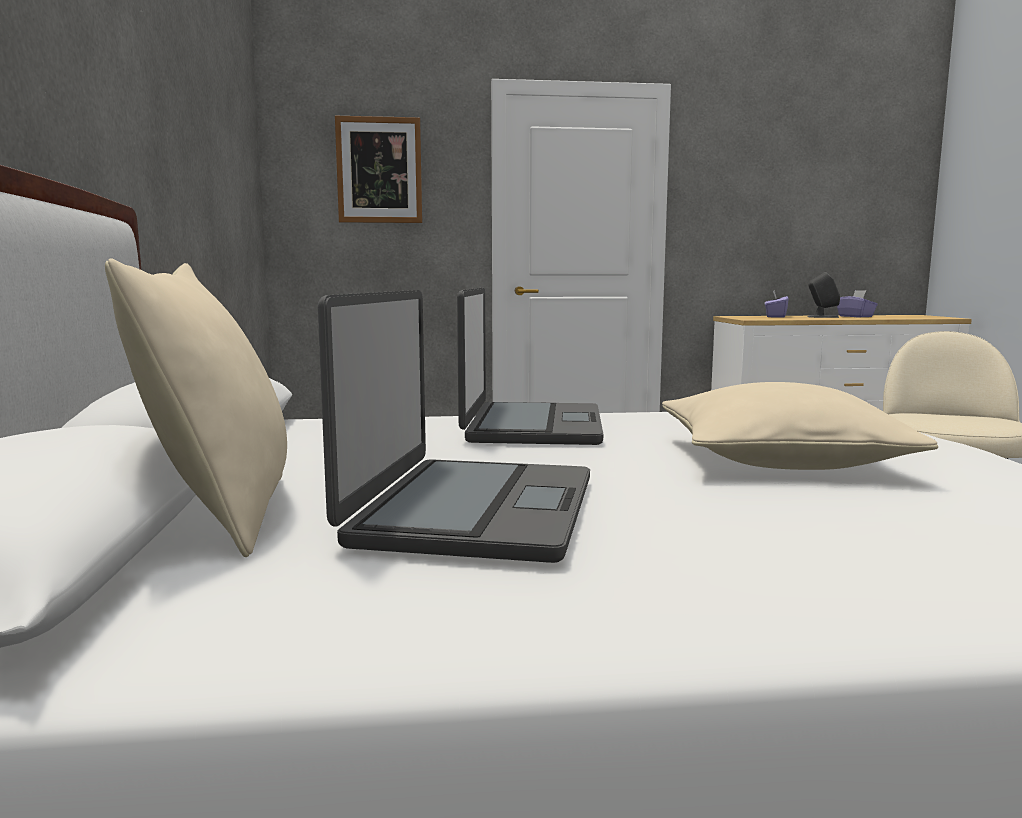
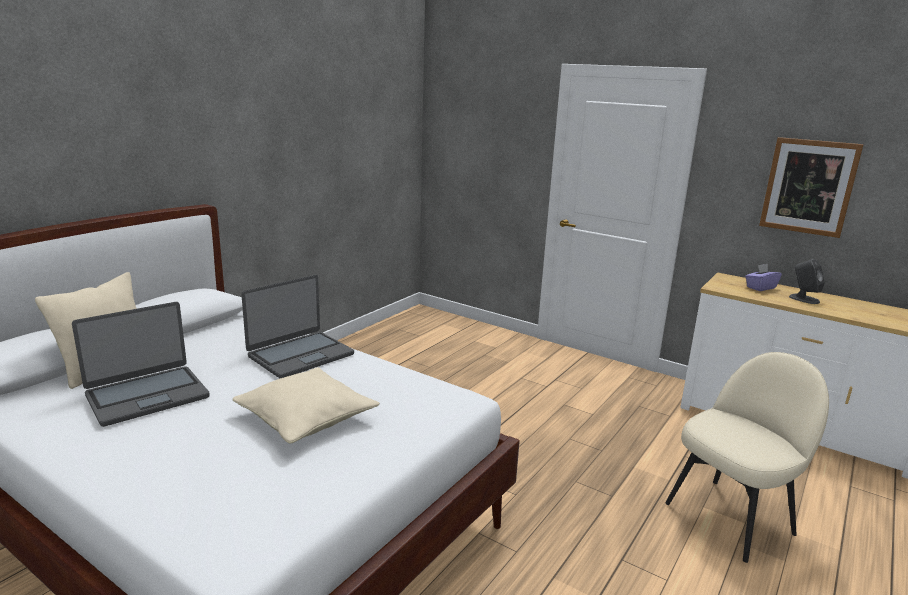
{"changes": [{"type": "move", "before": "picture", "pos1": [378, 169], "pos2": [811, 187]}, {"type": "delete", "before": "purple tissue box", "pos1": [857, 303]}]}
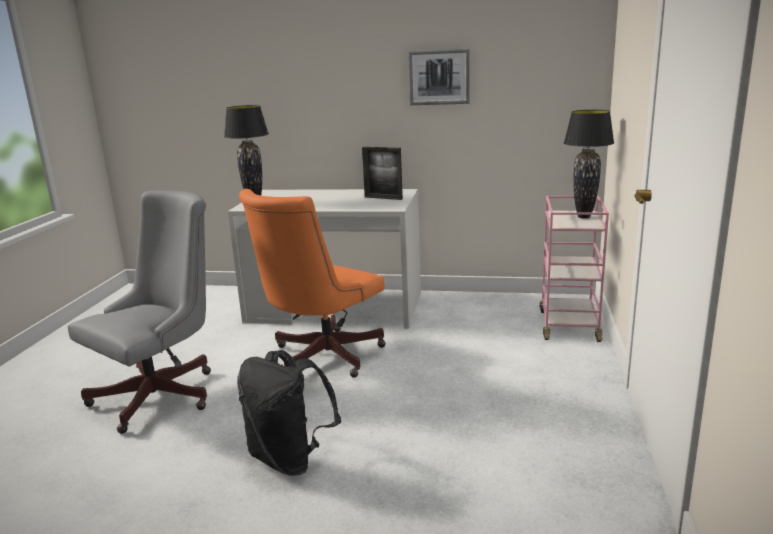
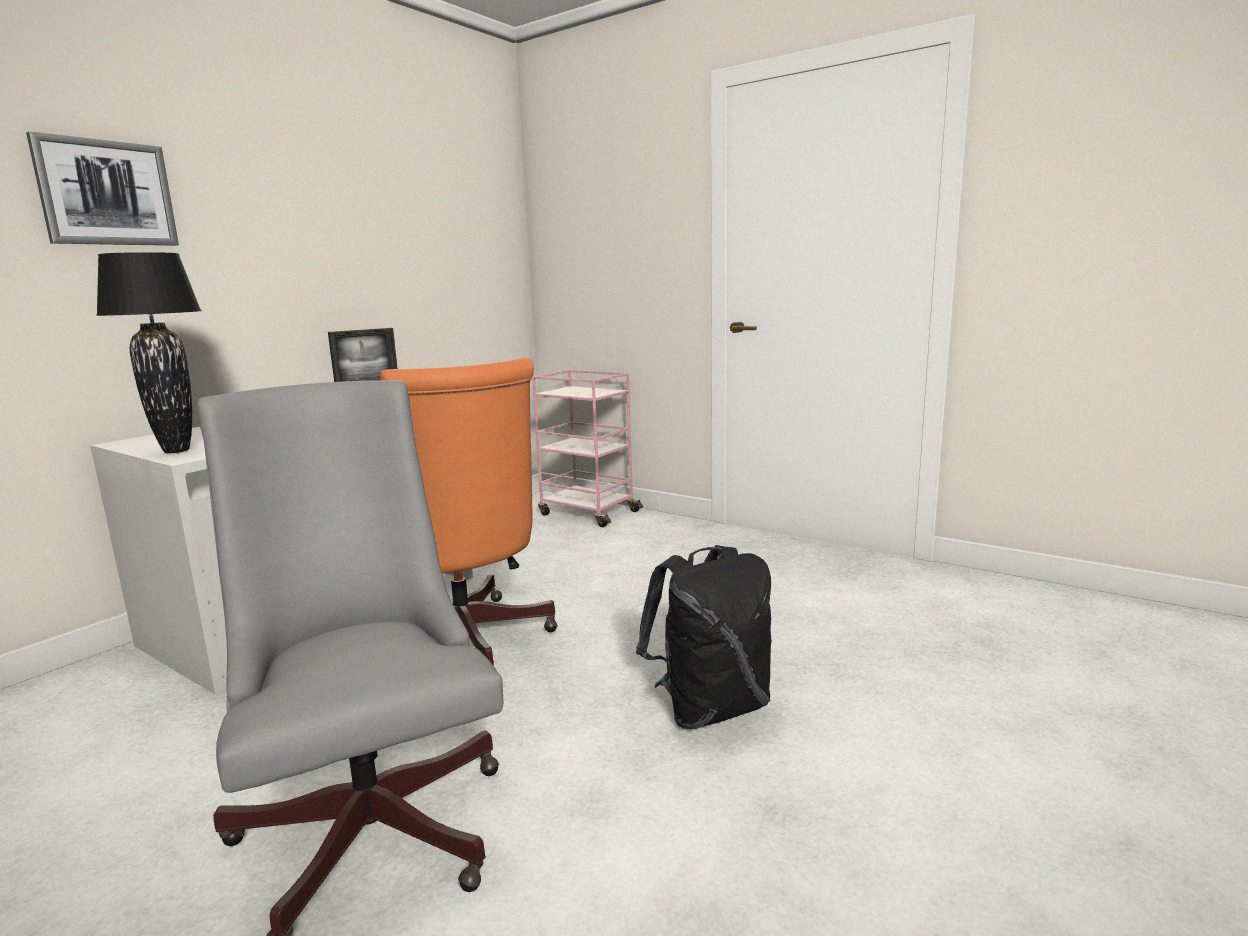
{"changes": [{"type": "move", "before": "picture", "pos1": [439, 77], "pos2": [102, 188]}, {"type": "delete", "before": "black table lamp", "pos1": [589, 164]}]}
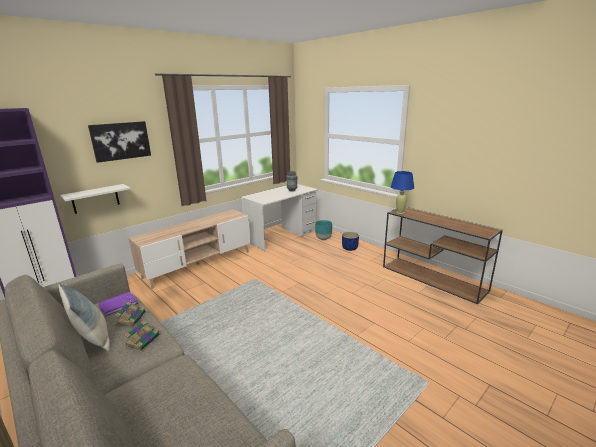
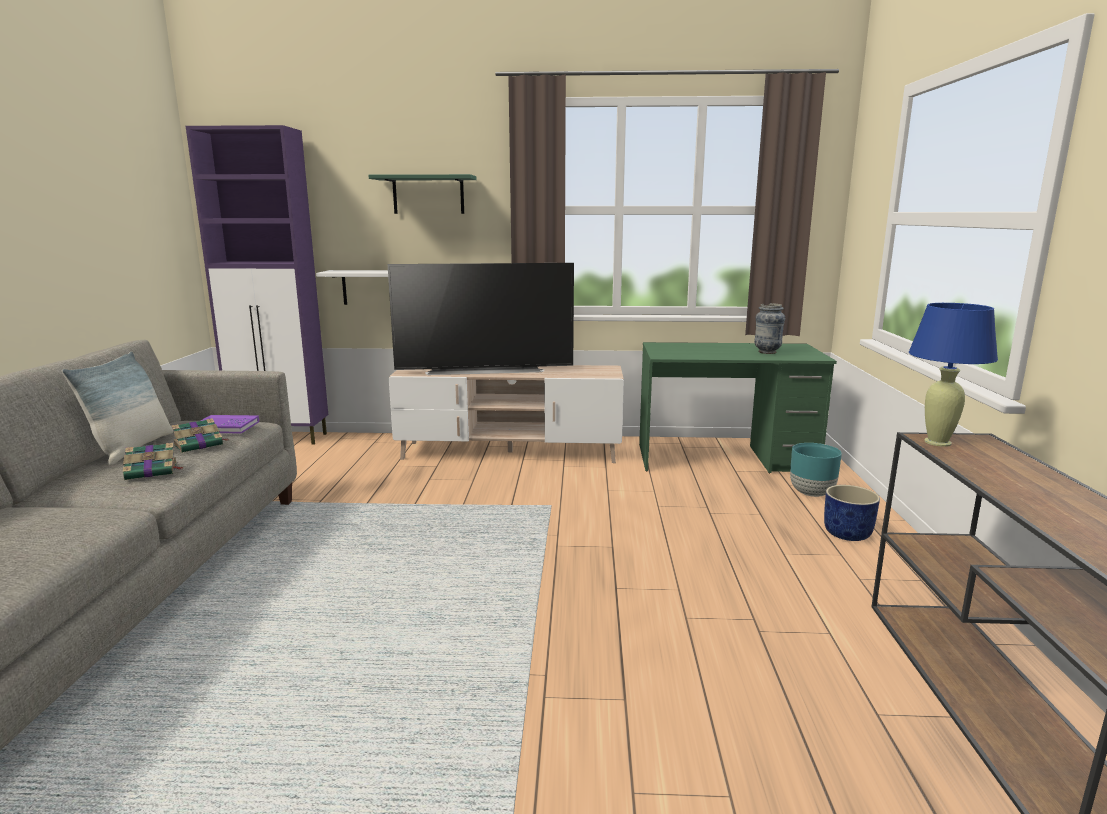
{"changes": [{"type": "replace", "before": "picture", "after": "green shelf", "pos1": [119, 142], "pos2": [422, 194]}, {"type": "recolor", "before": "white desk", "after": "green desk", "pos1": [279, 217], "pos2": [738, 407]}, {"type": "insert", "after": "television", "pos2": [480, 319]}]}
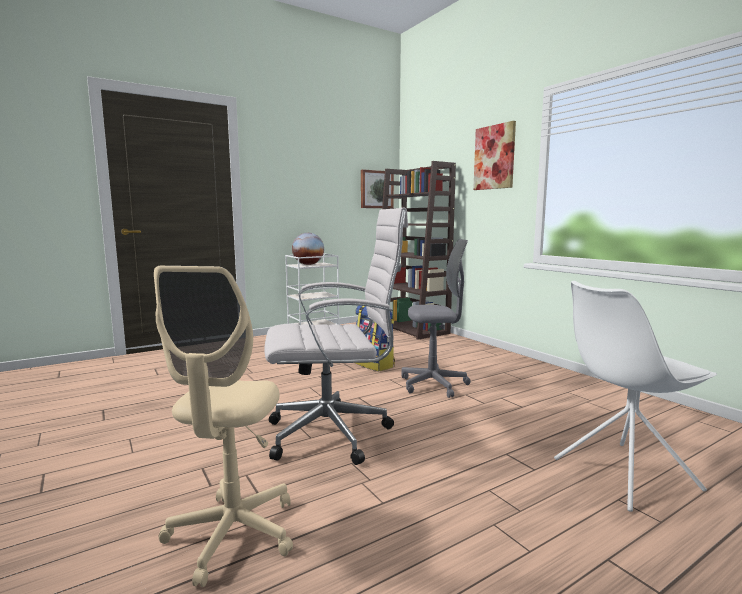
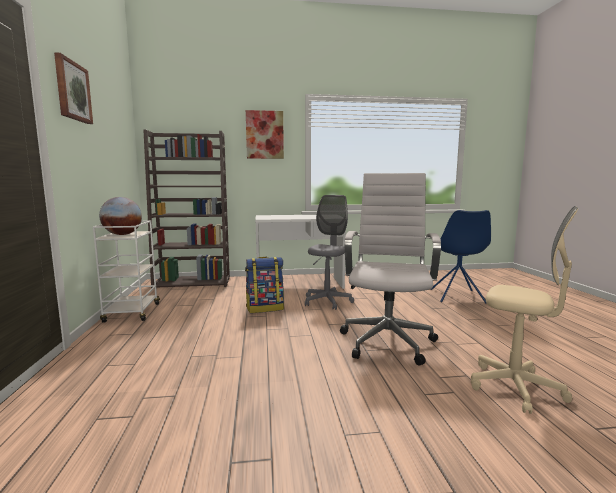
{"changes": [{"type": "move", "before": "picture", "pos1": [377, 188], "pos2": [73, 88]}, {"type": "recolor", "before": "white chair", "after": "blue chair", "pos1": [635, 396], "pos2": [461, 256]}, {"type": "insert", "after": "white desk", "pos2": [300, 252]}]}
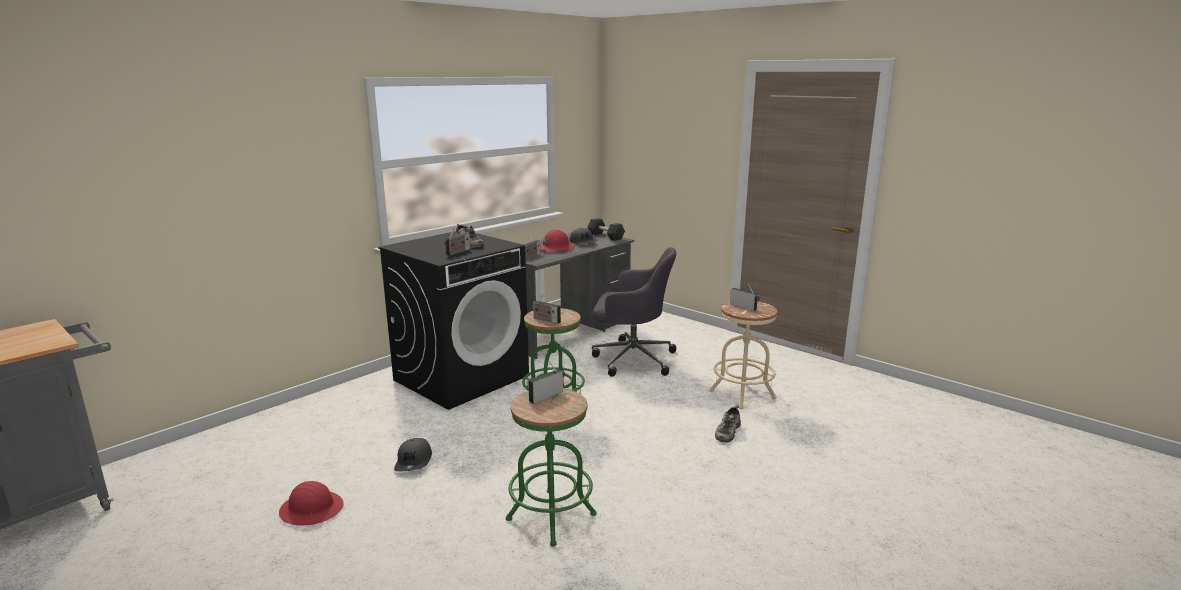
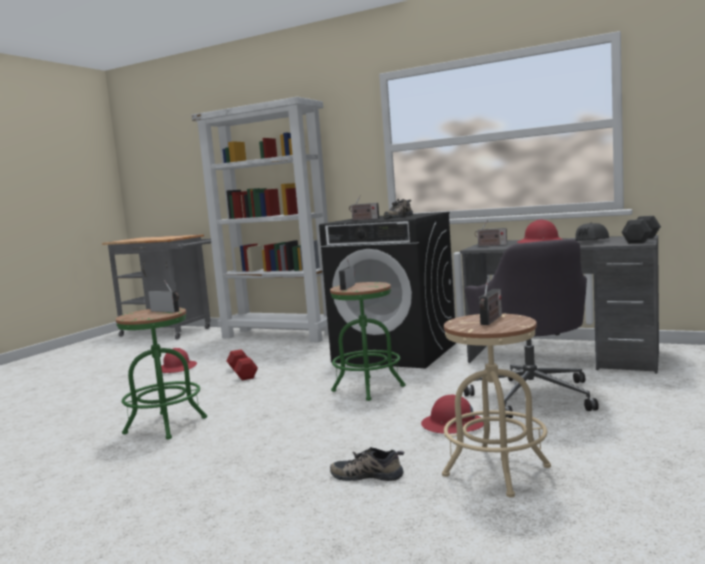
{"changes": [{"type": "replace", "before": "grey cap", "after": "red dumbbell", "pos1": [413, 455], "pos2": [242, 364]}, {"type": "insert", "after": "white bookcase", "pos2": [260, 220]}, {"type": "insert", "after": "red hard hat", "pos2": [452, 414]}]}
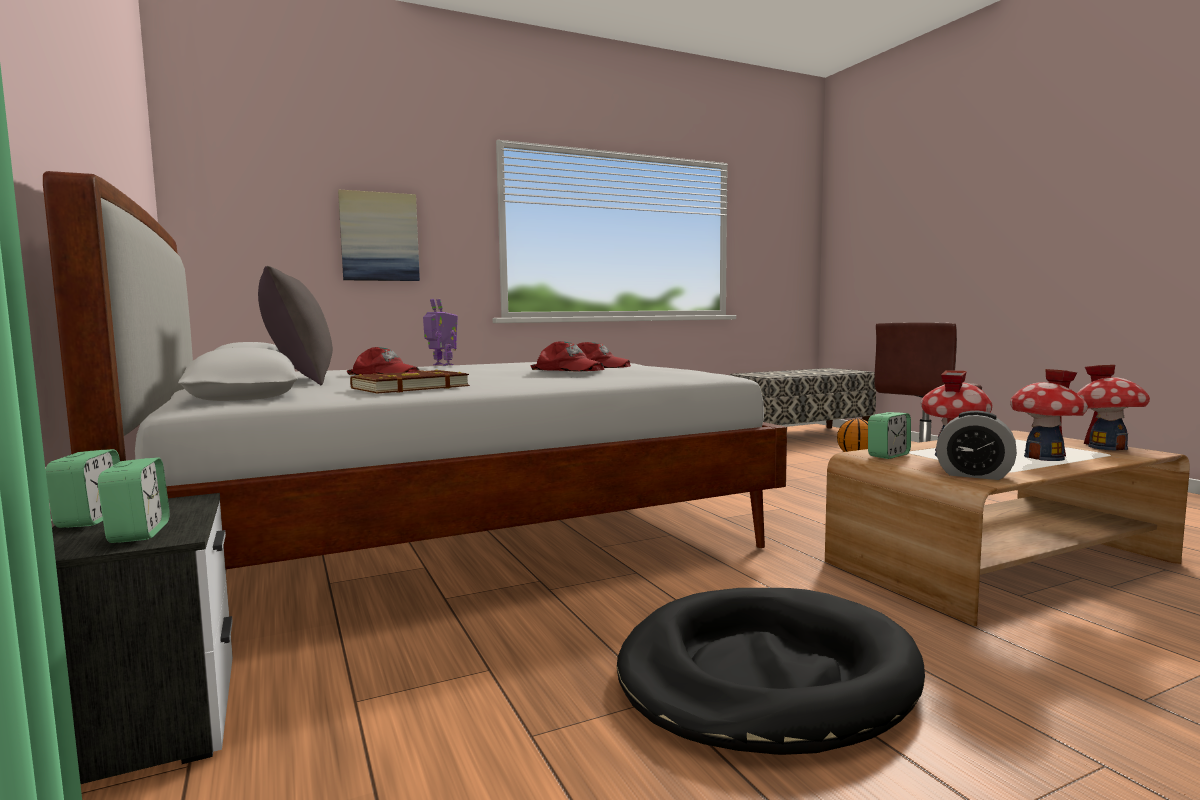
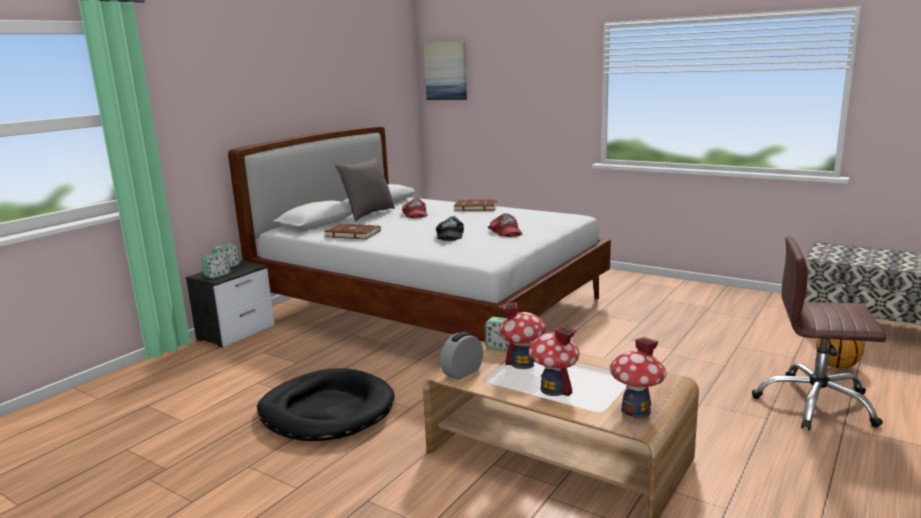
{"changes": [{"type": "move", "before": "picture", "pos1": [379, 235], "pos2": [445, 70]}, {"type": "replace", "before": "toy robot", "after": "brown book", "pos1": [440, 332], "pos2": [475, 205]}, {"type": "recolor", "before": "red cap", "after": "black cap", "pos1": [567, 356], "pos2": [450, 228]}, {"type": "rotate", "before": "alarm clock", "pos1": [976, 445], "pos2": [461, 356], "turn": 45}]}
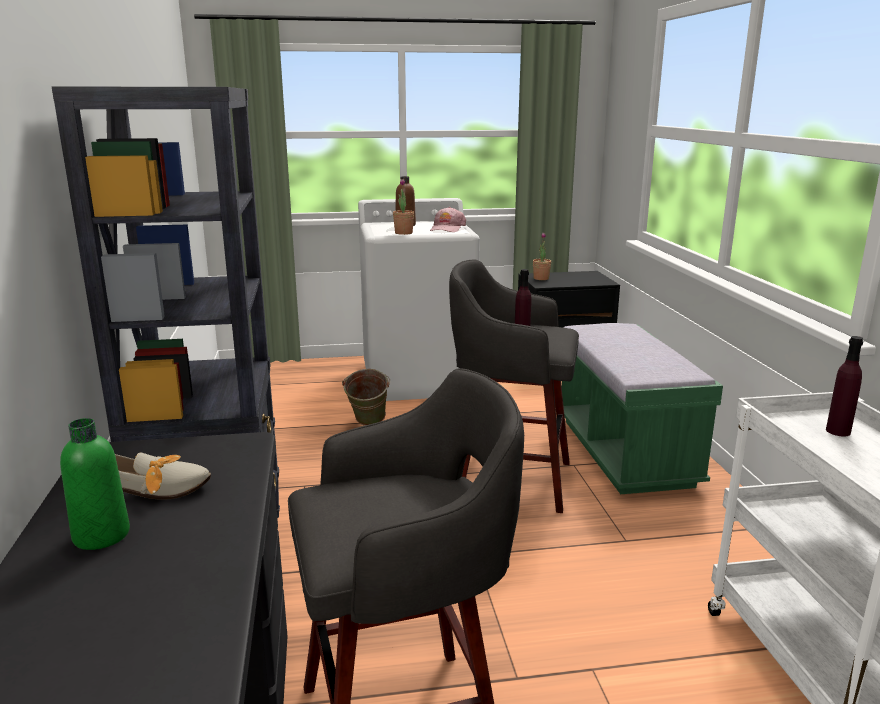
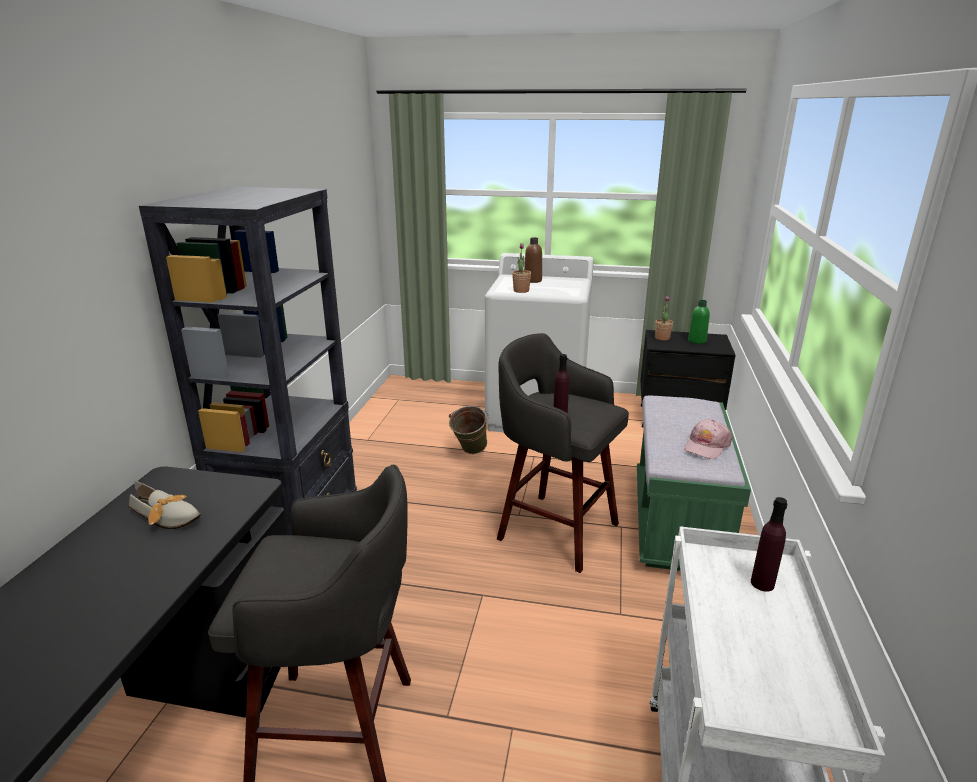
{"changes": [{"type": "move", "before": "green bottle", "pos1": [95, 484], "pos2": [699, 322]}, {"type": "move", "before": "pink cap", "pos1": [448, 219], "pos2": [708, 439]}]}
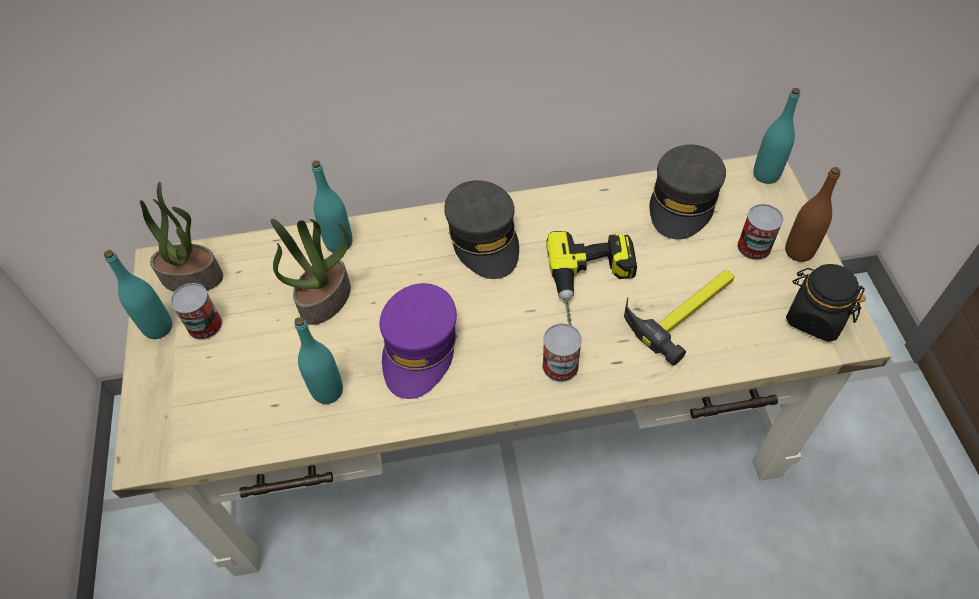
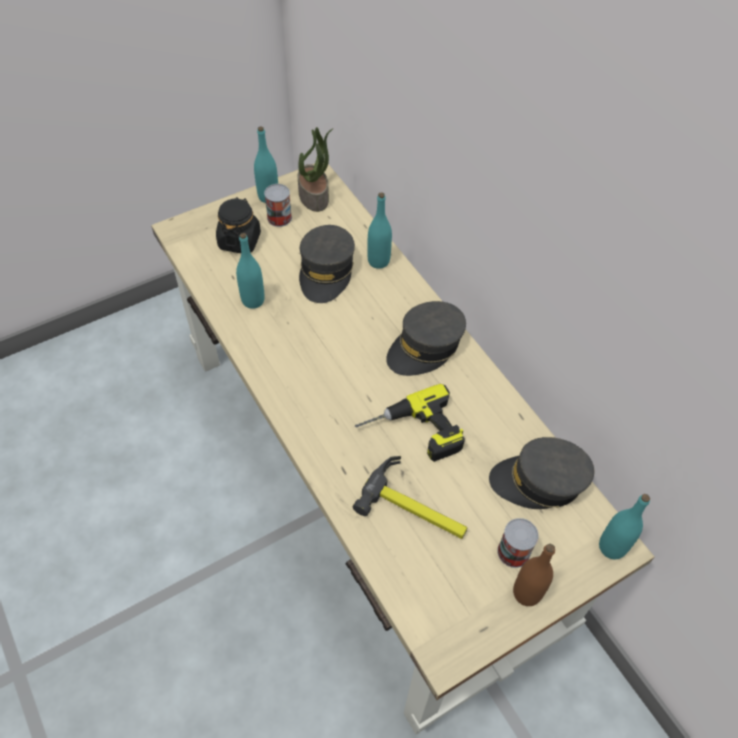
{"changes": [{"type": "replace", "before": "potted plant", "after": "grey cap", "pos1": [311, 272], "pos2": [327, 264]}, {"type": "delete", "before": "purple cap", "pos1": [418, 341]}, {"type": "delete", "before": "can", "pos1": [562, 352]}, {"type": "move", "before": "black jar", "pos1": [826, 303], "pos2": [238, 225]}]}
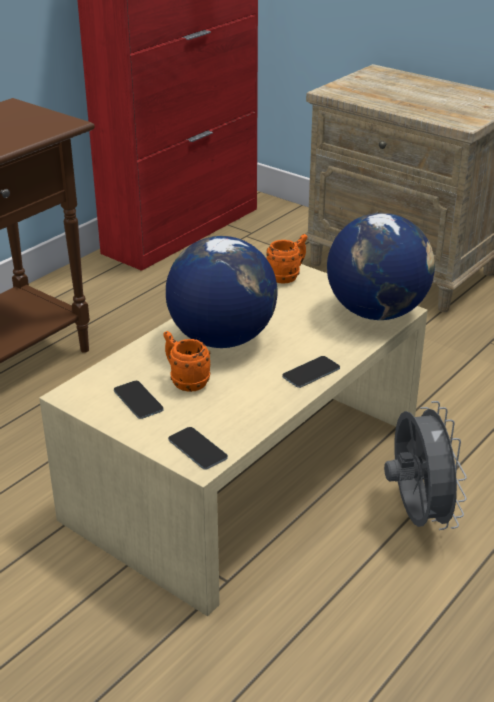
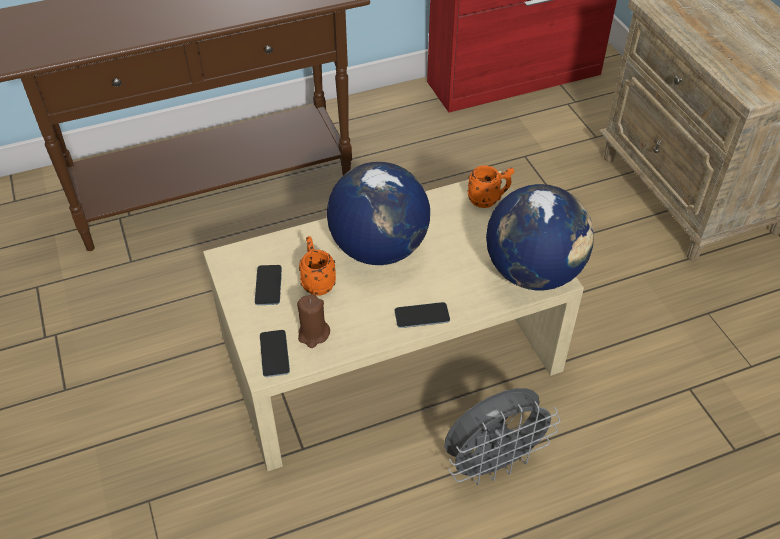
{"changes": [{"type": "rotate", "before": "grey fan", "pos1": [425, 465], "pos2": [502, 436], "turn": 45}, {"type": "insert", "after": "brown candle", "pos2": [313, 321]}]}
